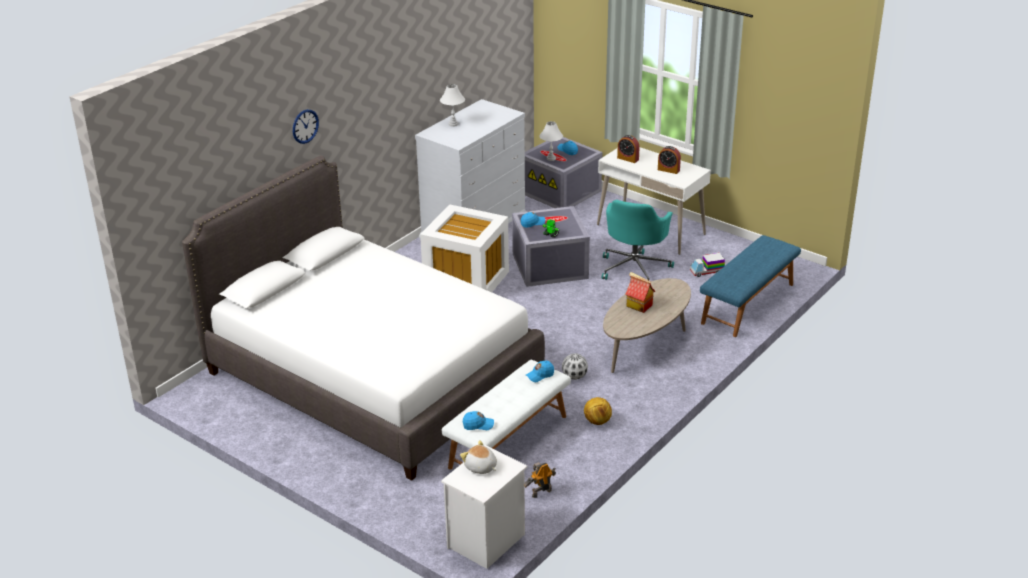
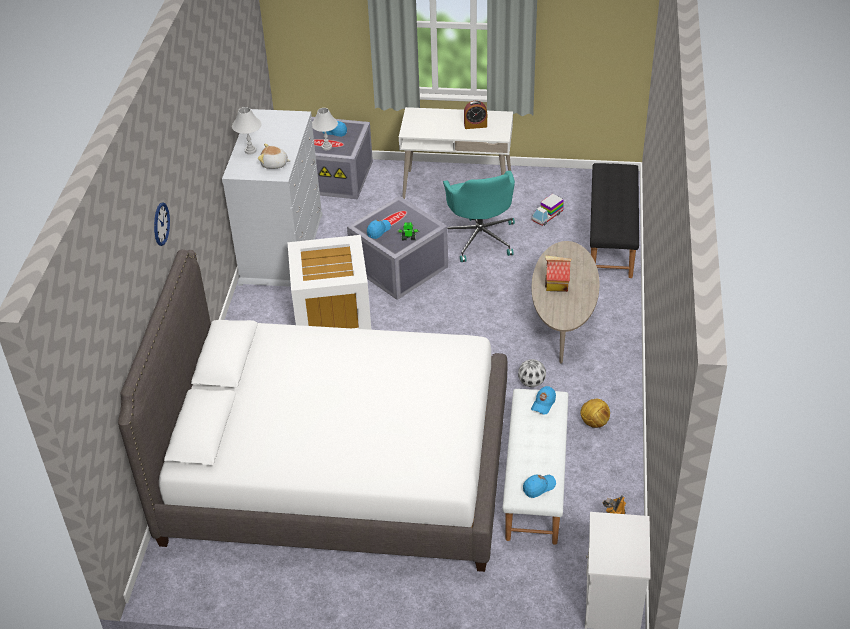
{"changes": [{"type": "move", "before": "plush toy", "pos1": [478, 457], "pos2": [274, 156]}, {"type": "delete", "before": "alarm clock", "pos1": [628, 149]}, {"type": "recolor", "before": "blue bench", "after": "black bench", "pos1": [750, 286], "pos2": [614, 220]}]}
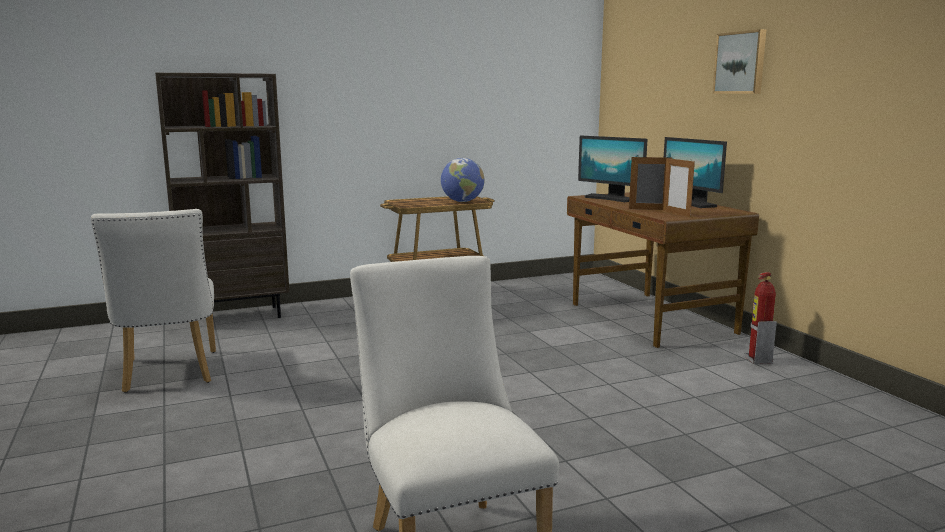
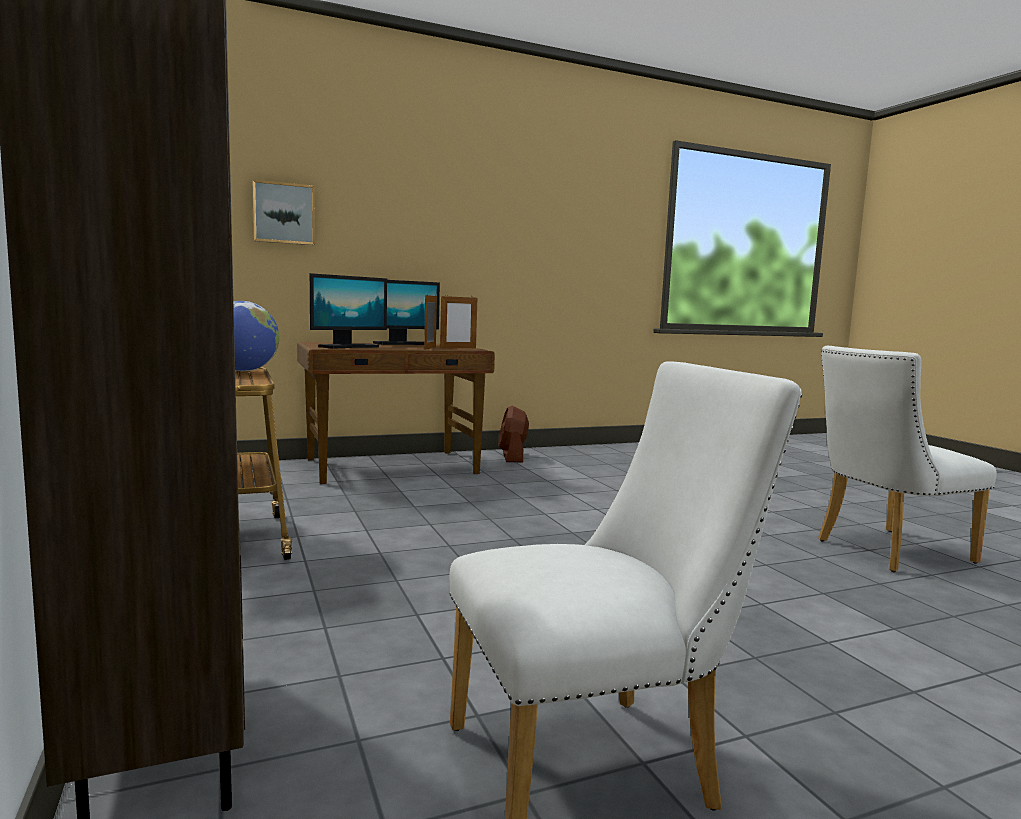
{"changes": [{"type": "move", "before": "picture", "pos1": [739, 61], "pos2": [283, 212]}, {"type": "replace", "before": "fire extinguisher", "after": "brown fan", "pos1": [761, 318], "pos2": [513, 434]}]}
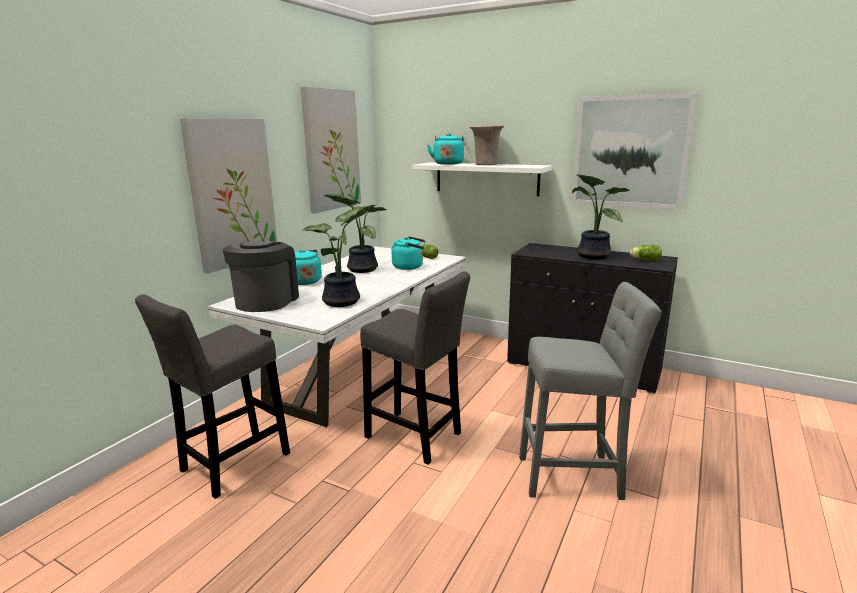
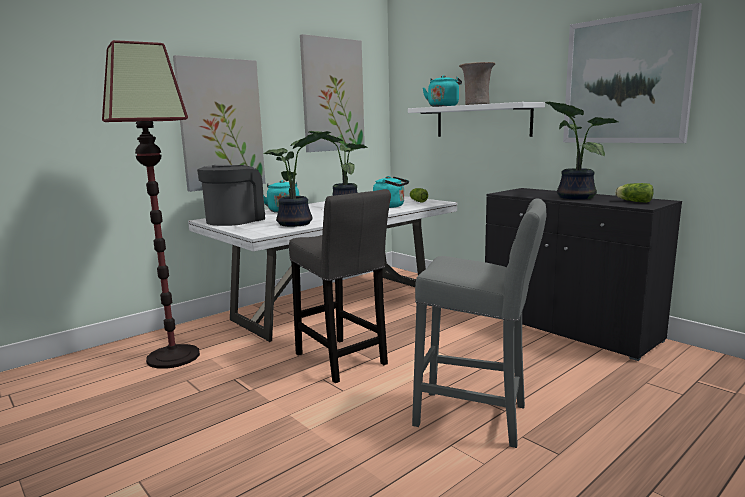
{"changes": [{"type": "replace", "before": "grey stool", "after": "floor lamp", "pos1": [212, 397], "pos2": [151, 204]}]}
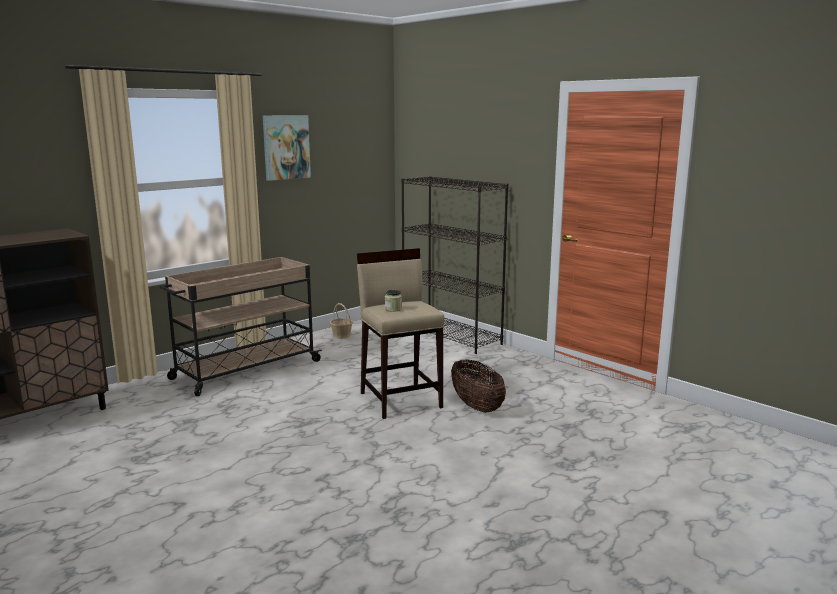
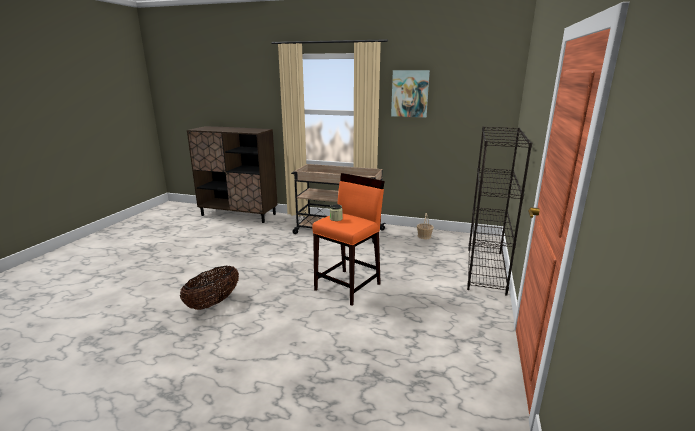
{"changes": [{"type": "recolor", "before": "beige stool", "after": "orange stool", "pos1": [400, 333], "pos2": [348, 239]}, {"type": "move", "before": "basket", "pos1": [478, 386], "pos2": [209, 287]}]}
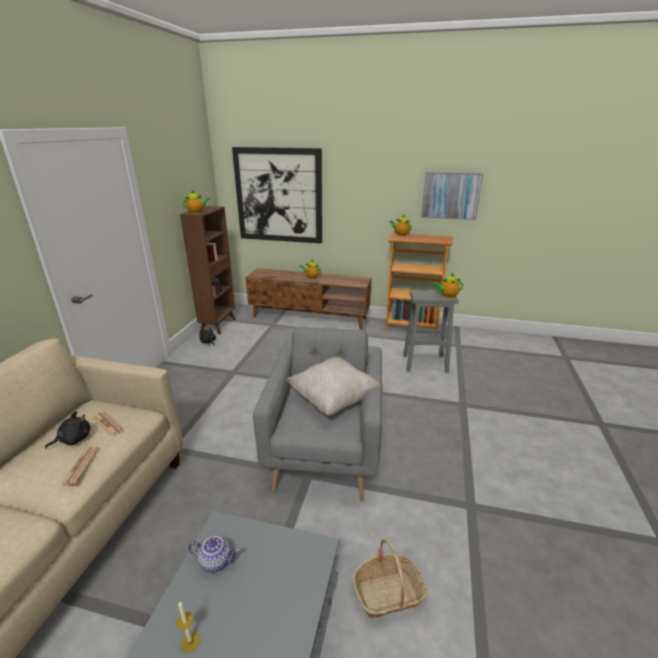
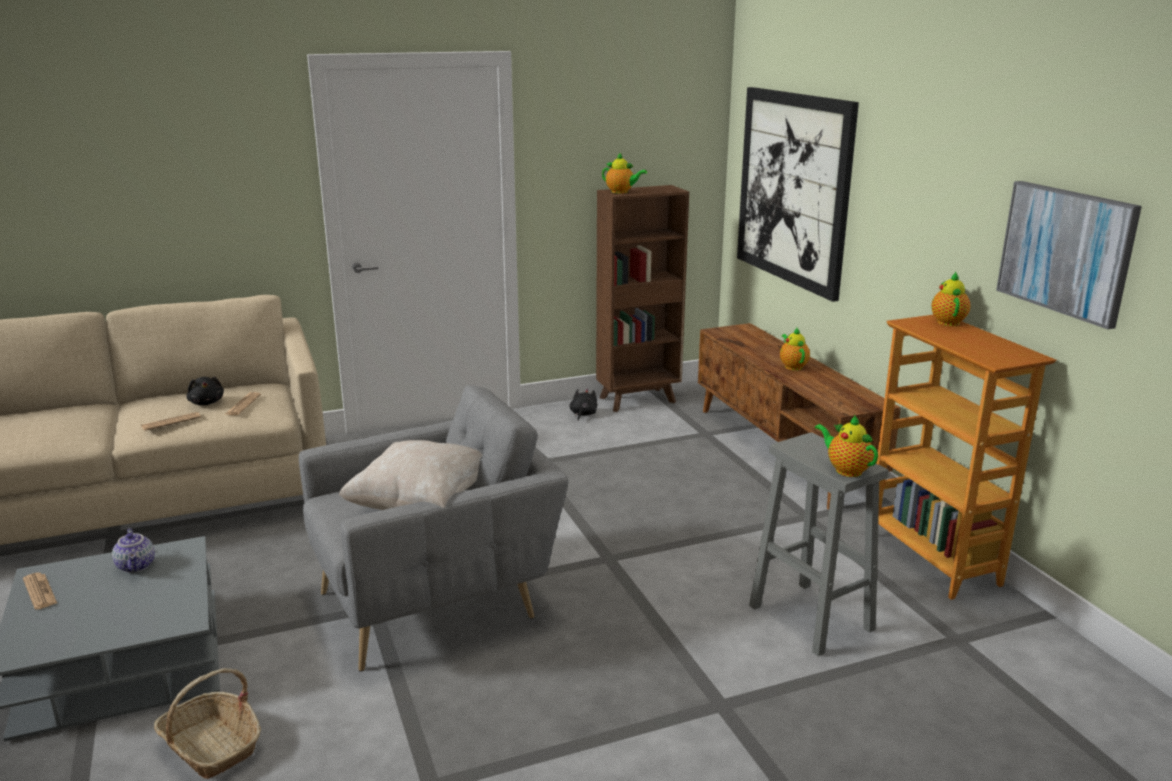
{"changes": [{"type": "rotate", "before": "black plush toy", "pos1": [67, 430], "pos2": [205, 391], "turn": 45}, {"type": "replace", "before": "candle", "after": "newspaper", "pos1": [188, 627], "pos2": [40, 591]}]}
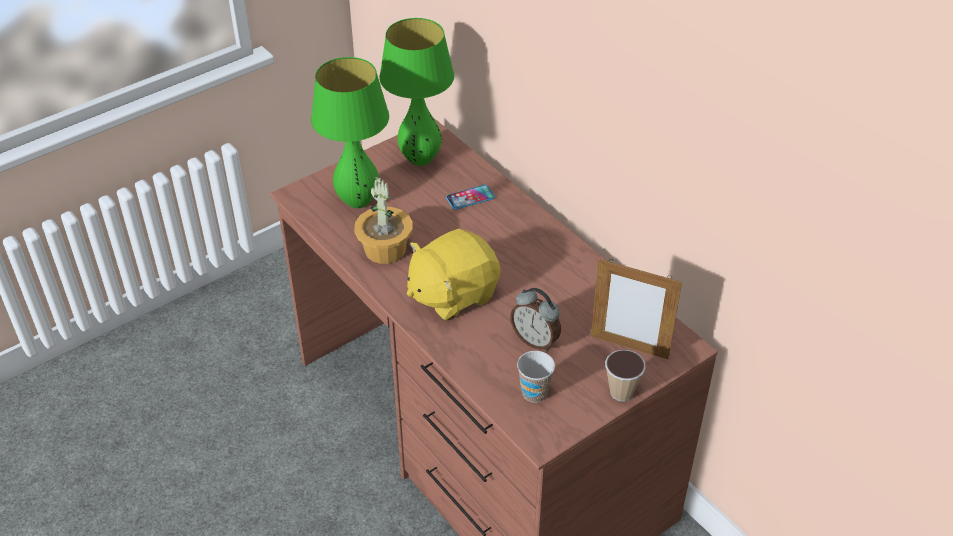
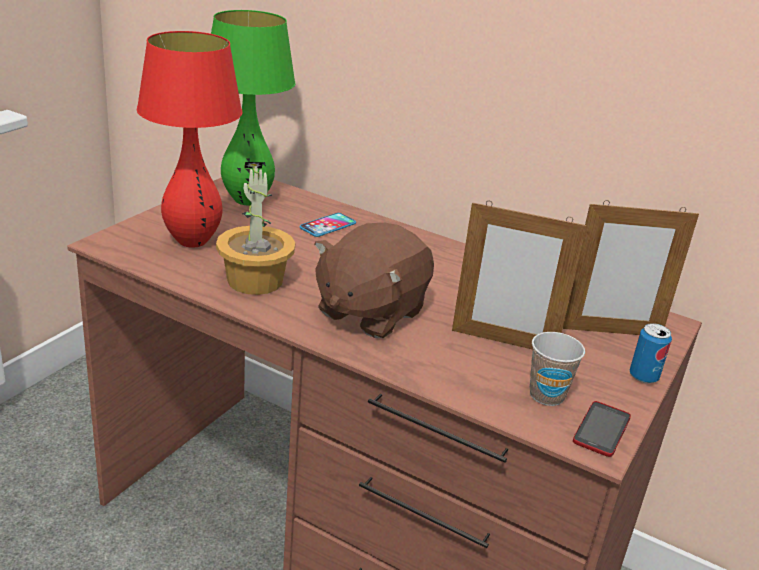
{"changes": [{"type": "recolor", "before": "green table lamp", "after": "red table lamp", "pos1": [350, 132], "pos2": [190, 139]}, {"type": "recolor", "before": "yellow plush toy", "after": "brown plush toy", "pos1": [454, 275], "pos2": [374, 280]}, {"type": "replace", "before": "alarm clock", "after": "picture frame", "pos1": [535, 319], "pos2": [519, 275]}, {"type": "replace", "before": "cup", "after": "can", "pos1": [625, 375], "pos2": [651, 353]}, {"type": "insert", "after": "phone", "pos2": [602, 429]}]}
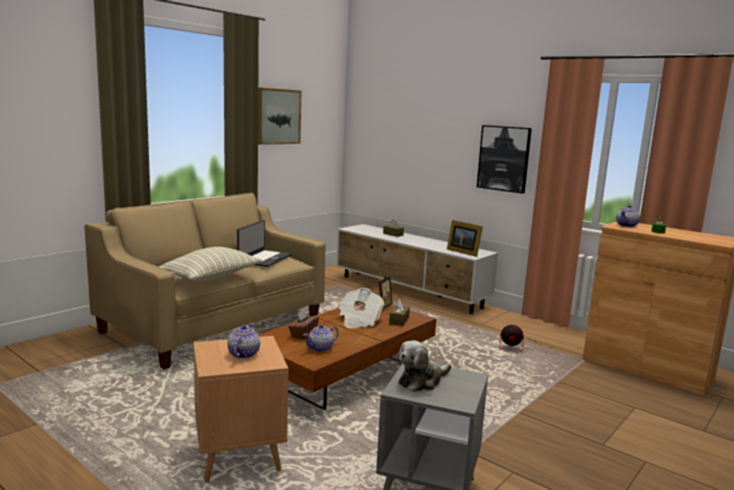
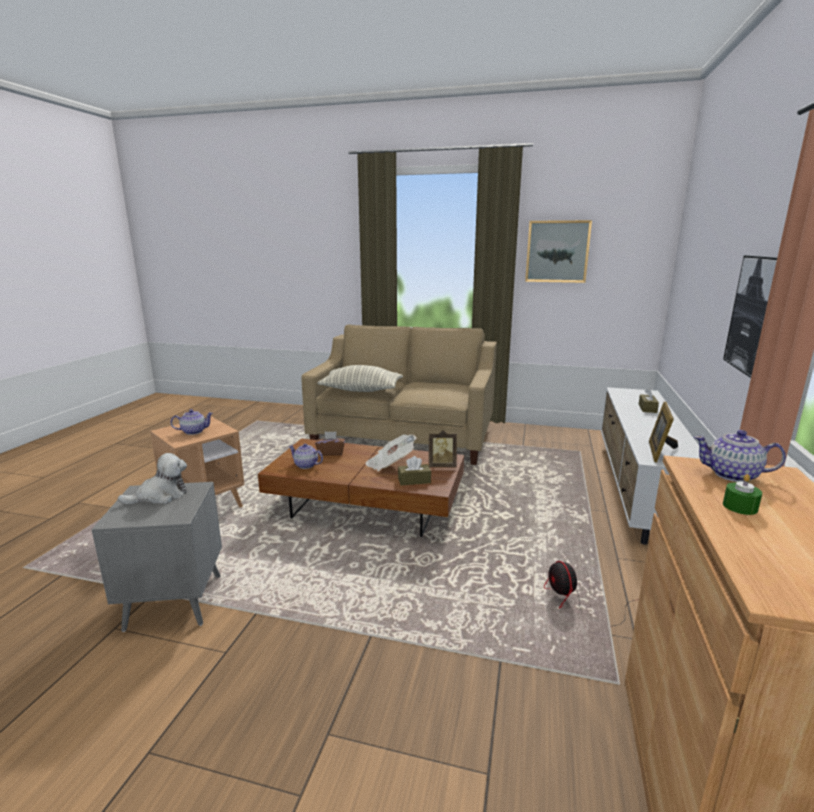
{"changes": [{"type": "delete", "before": "laptop", "pos1": [264, 243]}, {"type": "rotate", "before": "plush toy", "pos1": [425, 366], "pos2": [152, 479], "turn": 120}]}
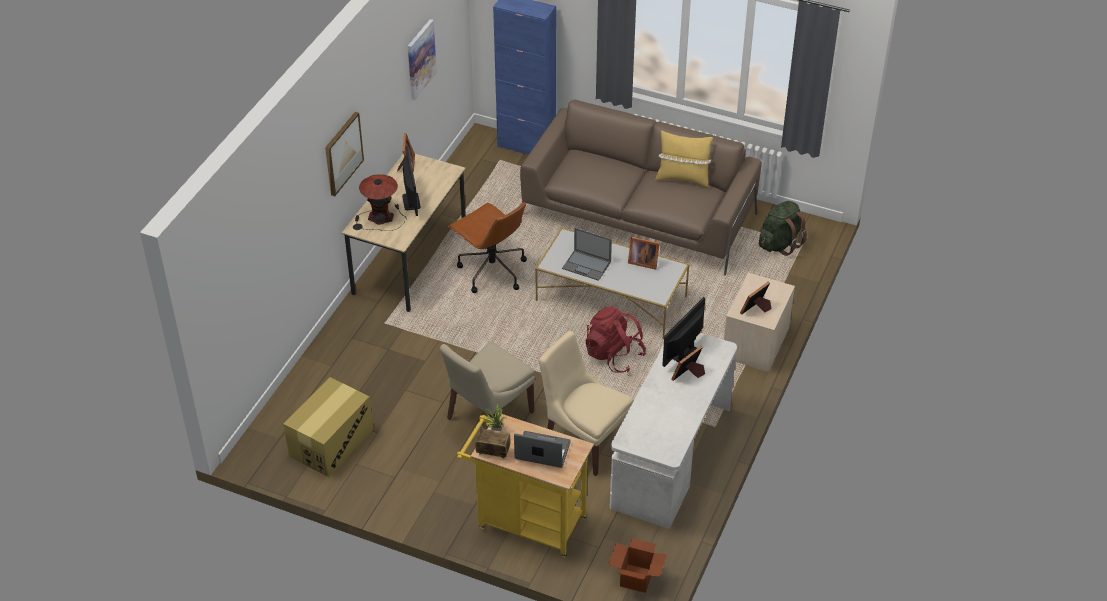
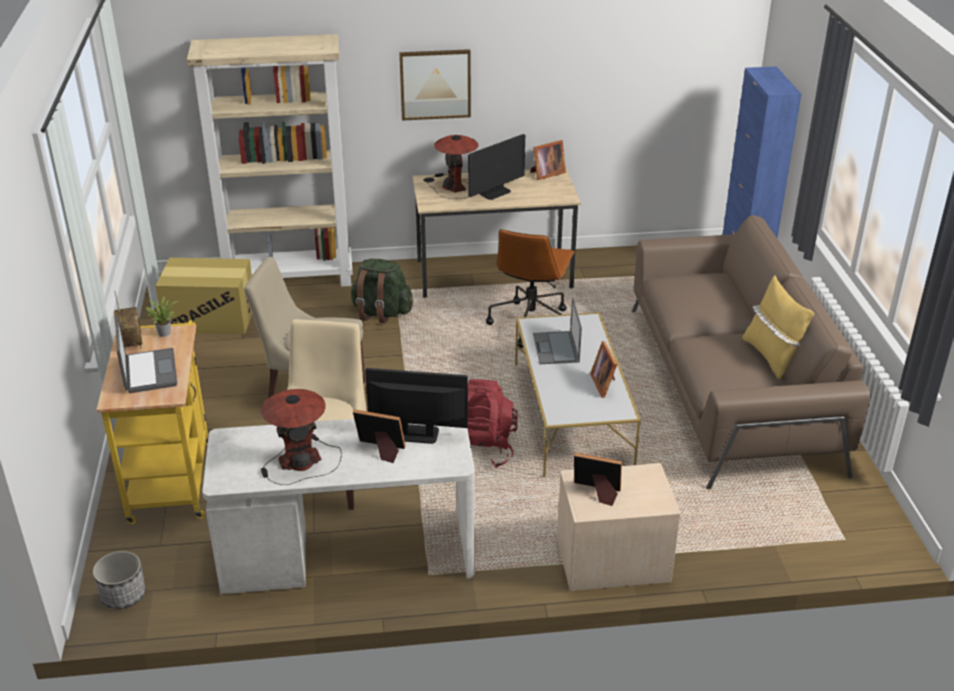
{"changes": [{"type": "delete", "before": "picture", "pos1": [422, 59]}, {"type": "replace", "before": "cardboard box", "after": "planter", "pos1": [637, 565], "pos2": [119, 580]}, {"type": "move", "before": "green backpack", "pos1": [783, 228], "pos2": [382, 291]}, {"type": "insert", "after": "beige bookcase", "pos2": [270, 160]}, {"type": "insert", "after": "table lamp", "pos2": [301, 437]}]}
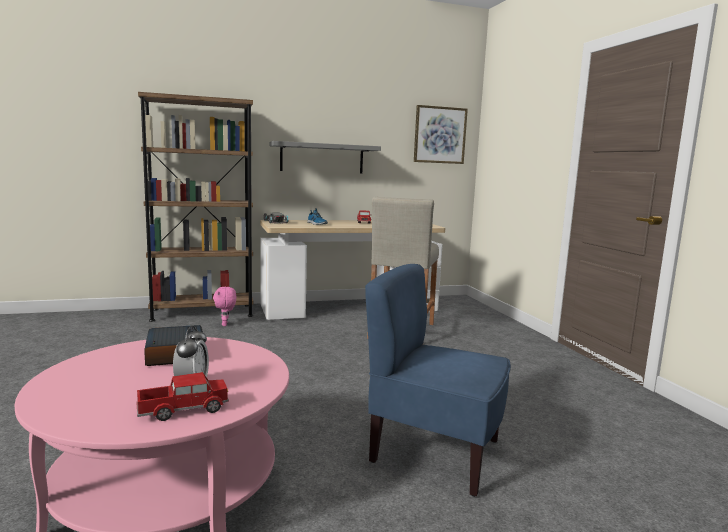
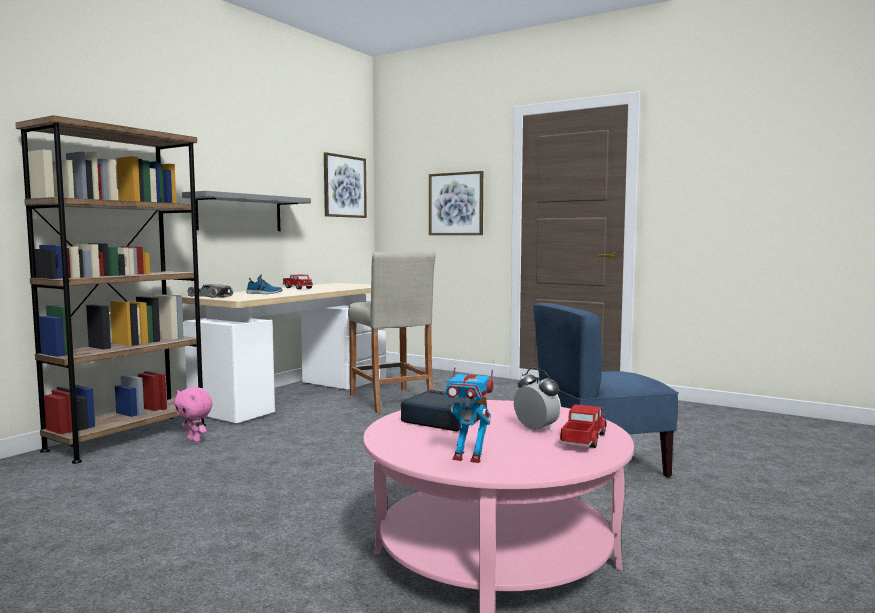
{"changes": [{"type": "insert", "after": "picture", "pos2": [456, 203]}, {"type": "insert", "after": "toy robot", "pos2": [469, 409]}]}
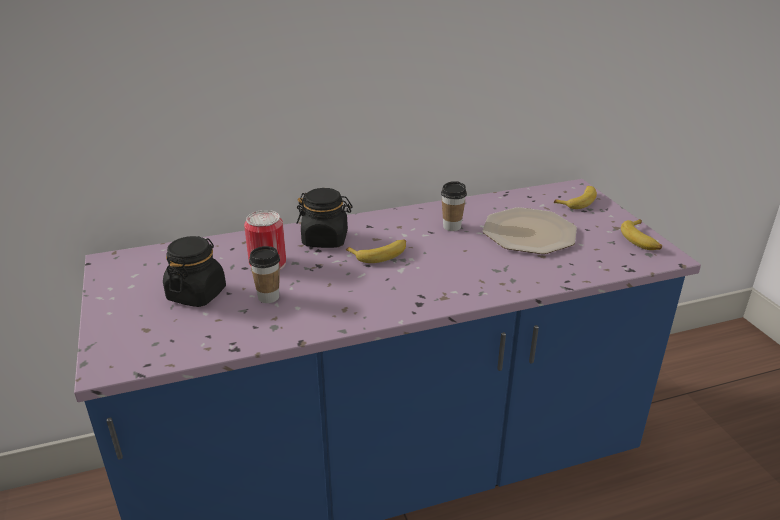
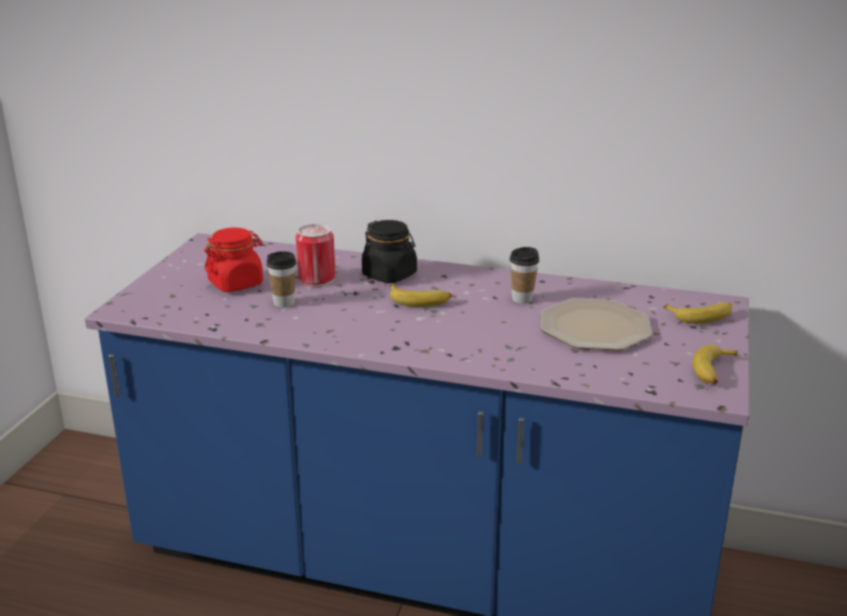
{"changes": [{"type": "recolor", "before": "black jar", "after": "red jar", "pos1": [194, 271], "pos2": [233, 260]}]}
